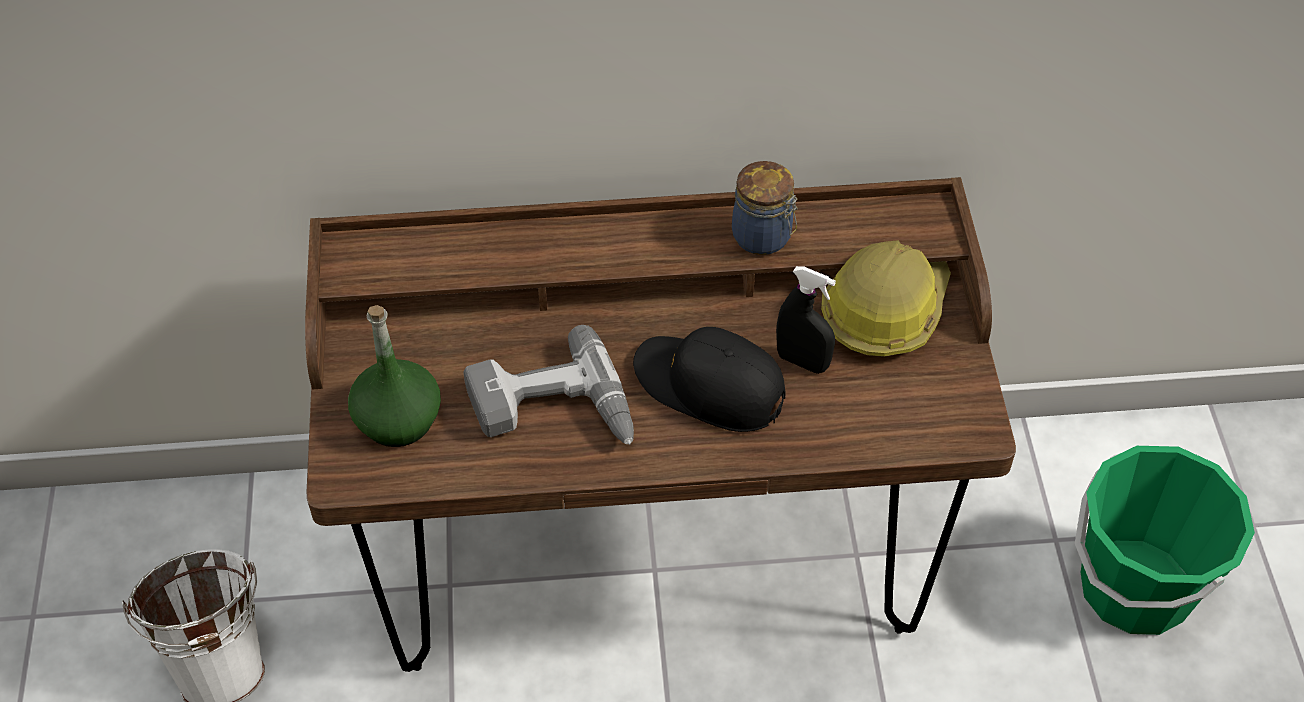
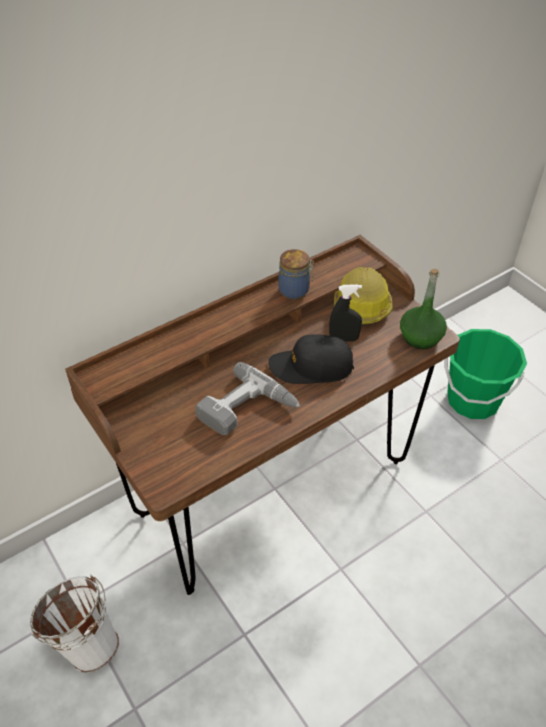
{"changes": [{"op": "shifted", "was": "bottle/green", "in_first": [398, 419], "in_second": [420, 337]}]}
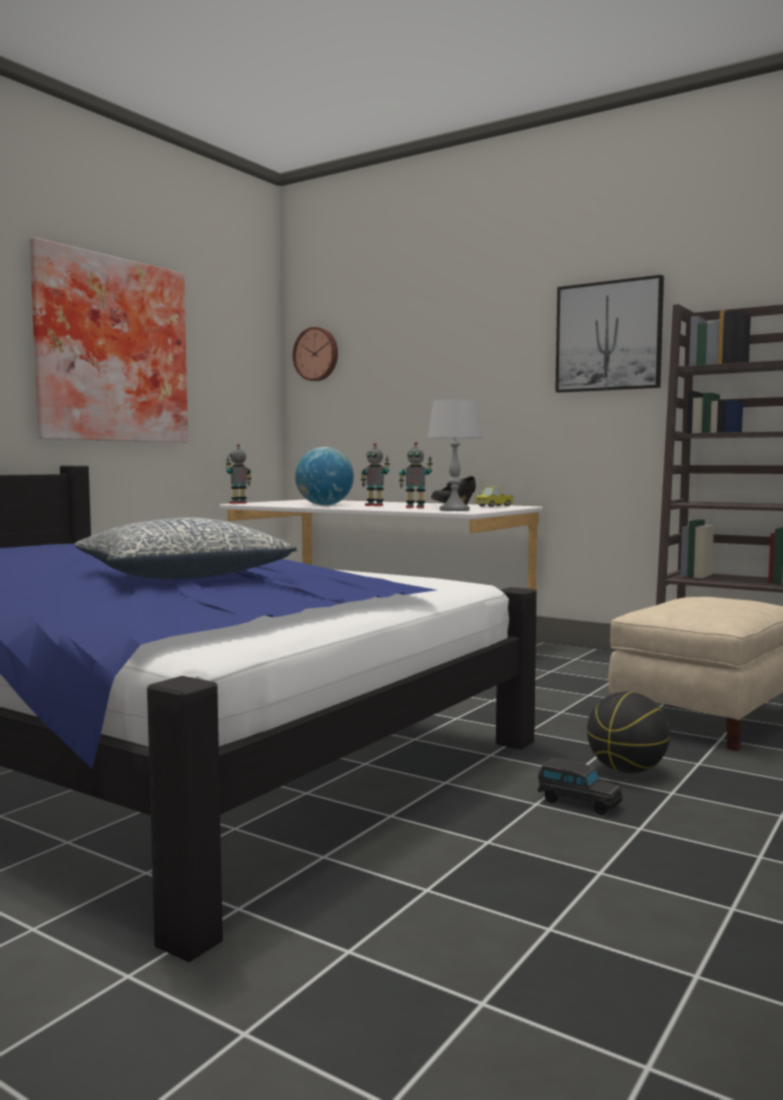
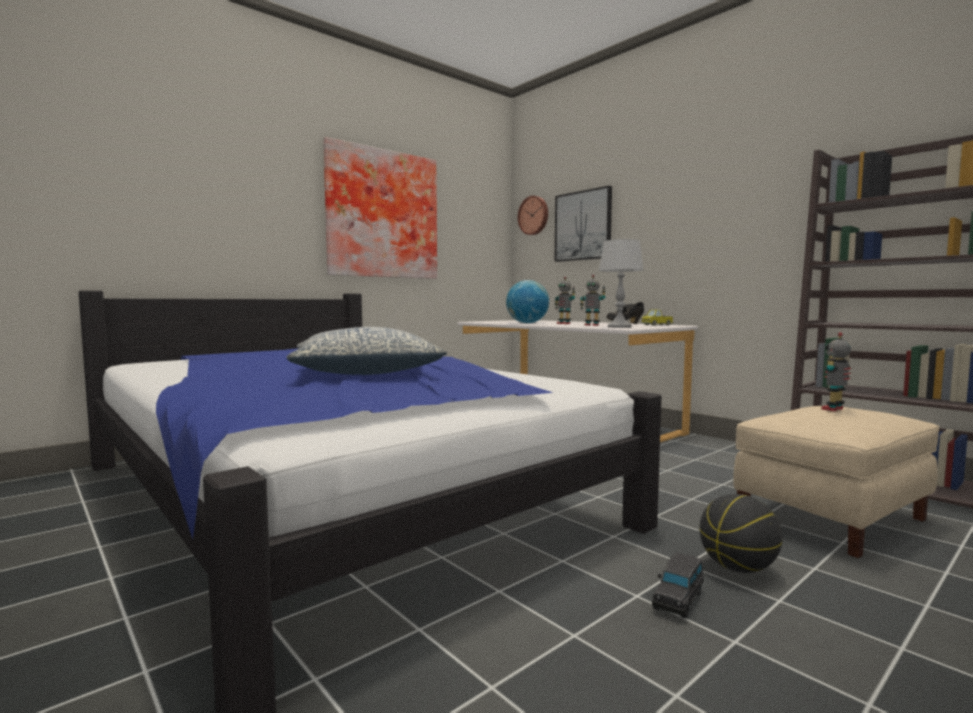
{"changes": [{"op": "shifted", "was": "toy robot", "in_first": [238, 503], "in_second": [834, 409]}, {"op": "rotated", "was": "toy car/black", "in_first": [578, 802], "in_second": [678, 599], "clockwise": 75}, {"op": "shifted", "was": "picture", "in_first": [609, 336], "in_second": [583, 226]}]}
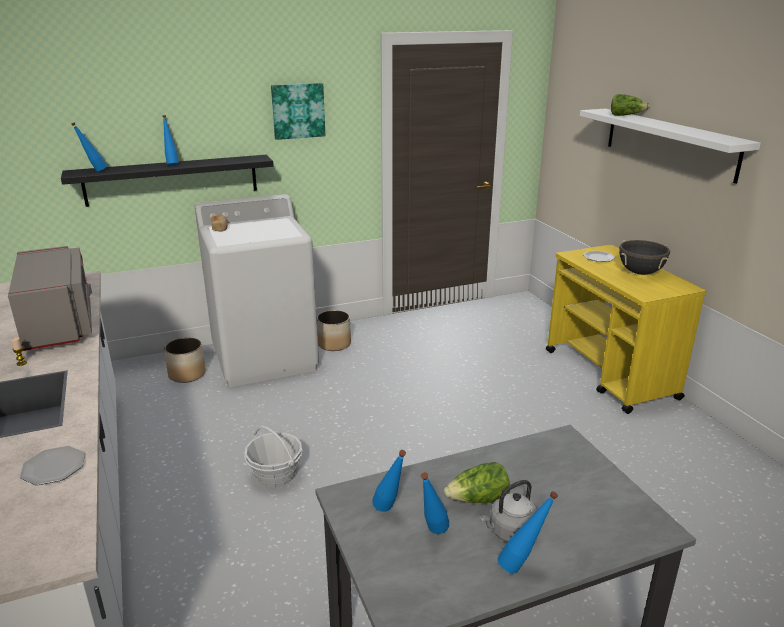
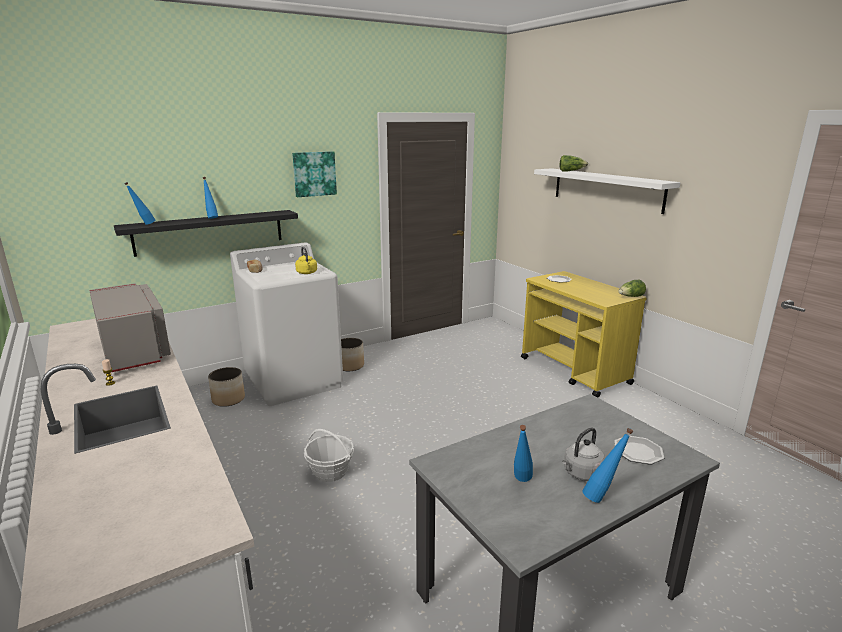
{"changes": [{"op": "shifted", "was": "plate", "in_first": [53, 467], "in_second": [637, 451]}, {"op": "gone", "was": "bottle/blue", "in_first": [390, 512]}, {"op": "shifted", "was": "lettuce", "in_first": [478, 500], "in_second": [630, 297]}, {"op": "gone", "was": "cooking pot/black", "in_first": [640, 273]}, {"op": "new", "now": "kettle/yellow", "in_second": [307, 273]}]}
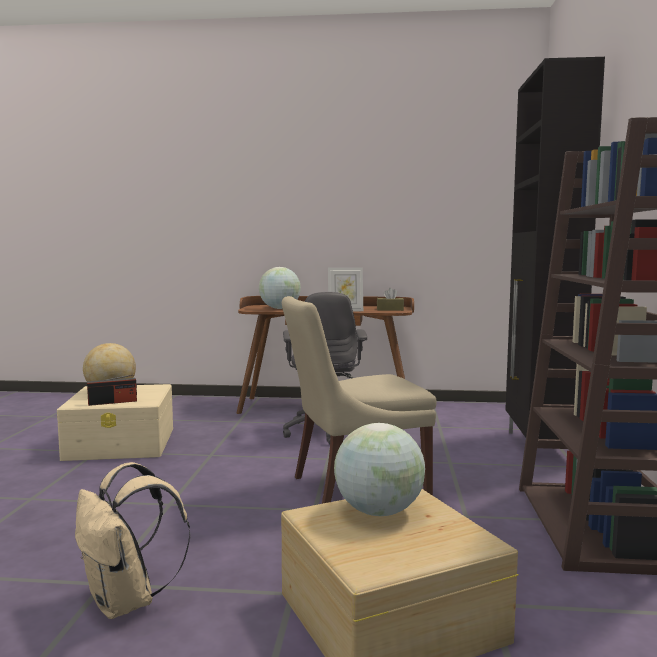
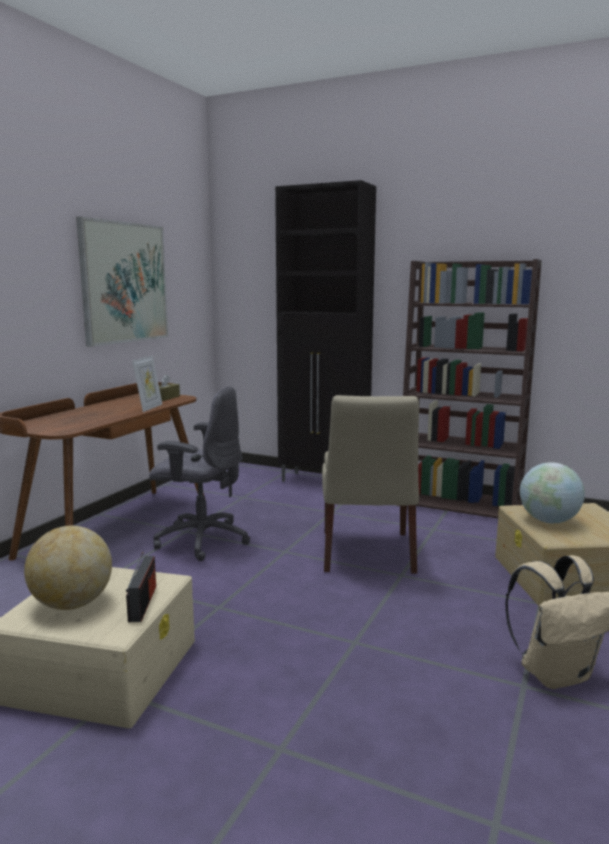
{"changes": [{"op": "gone", "was": "globe", "in_first": [279, 308]}, {"op": "new", "now": "picture", "in_second": [124, 283]}]}
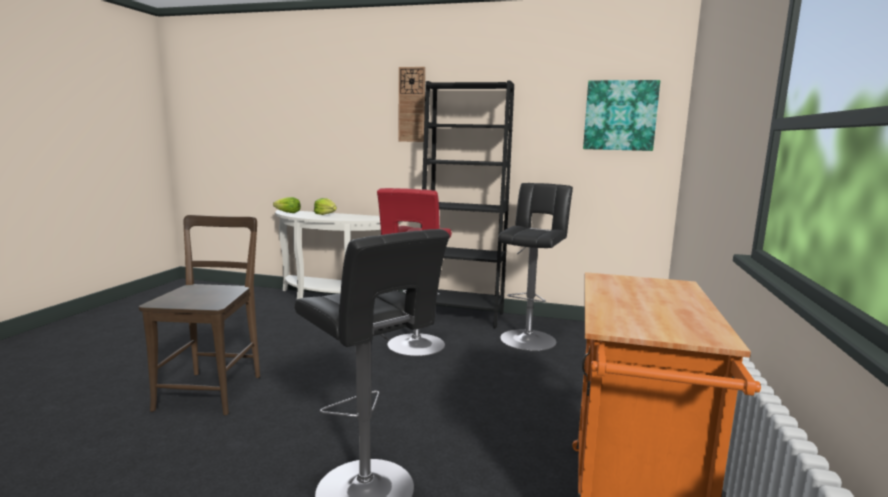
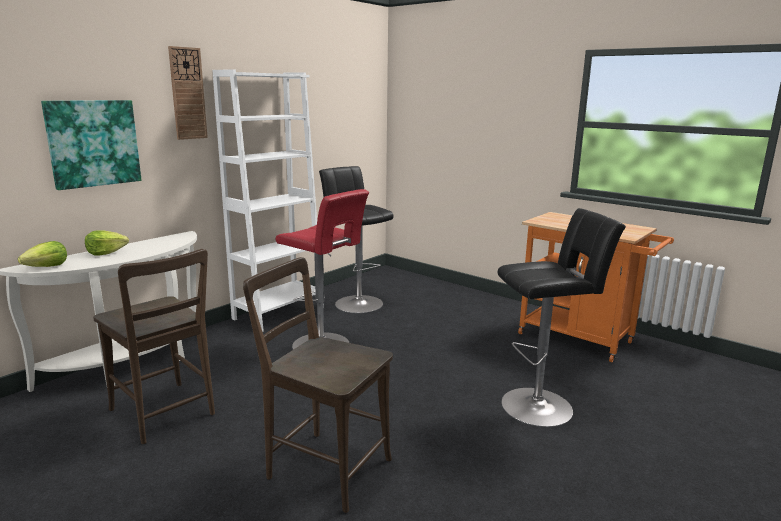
{"changes": [{"op": "repainted", "was": "bookcase/black", "now": "bookcase/white", "in_first": [461, 316], "in_second": [278, 313]}, {"op": "shifted", "was": "picture", "in_first": [620, 115], "in_second": [93, 143]}, {"op": "new", "now": "chair/brown", "in_second": [165, 414]}]}
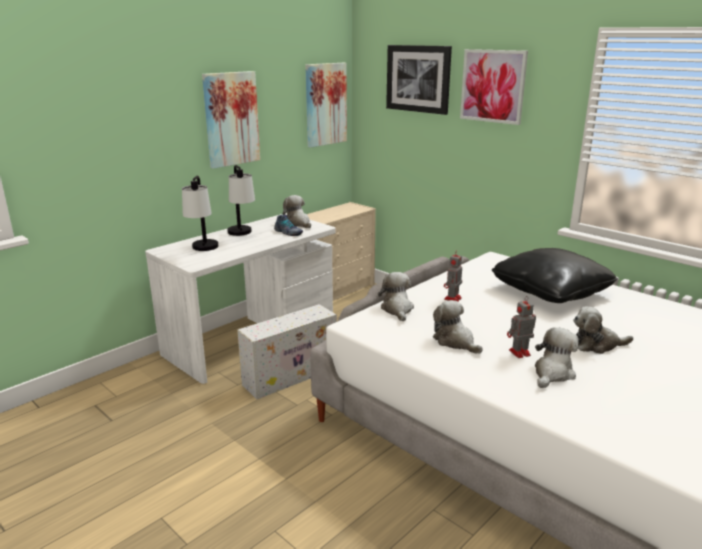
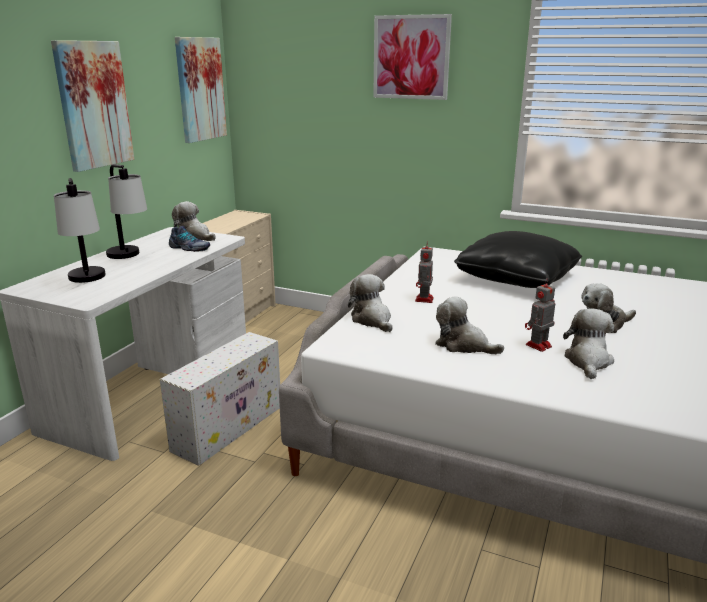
{"changes": [{"op": "gone", "was": "picture", "in_first": [418, 79]}]}
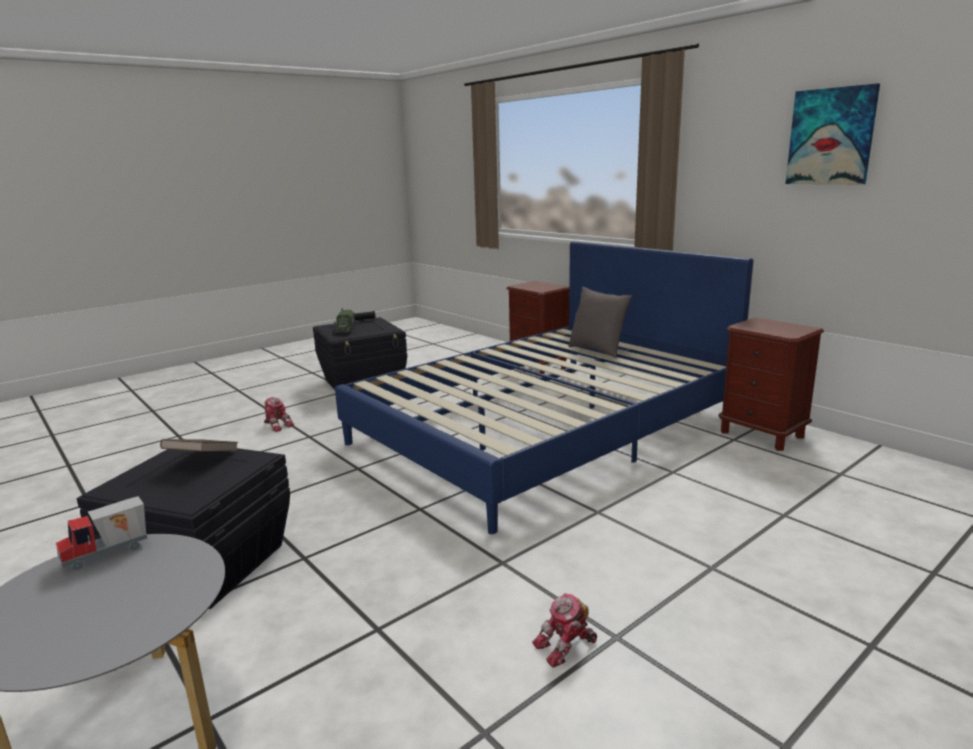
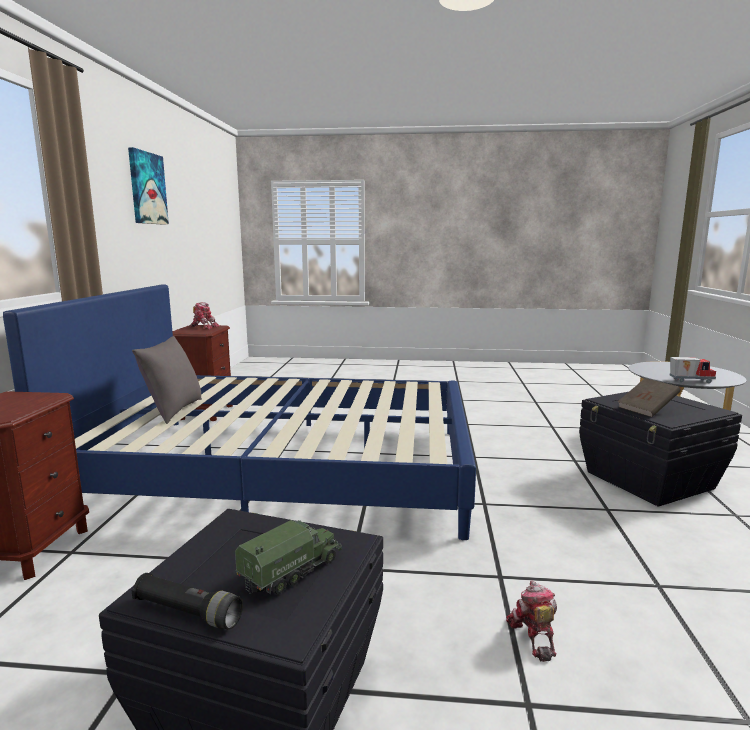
{"changes": [{"op": "shifted", "was": "toy robot", "in_first": [566, 646], "in_second": [204, 327]}]}
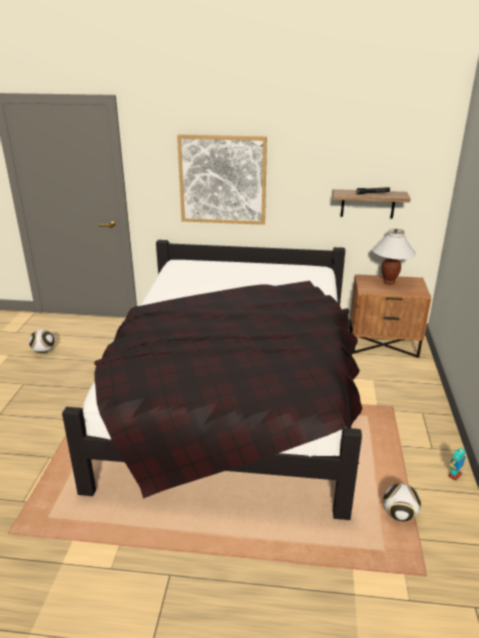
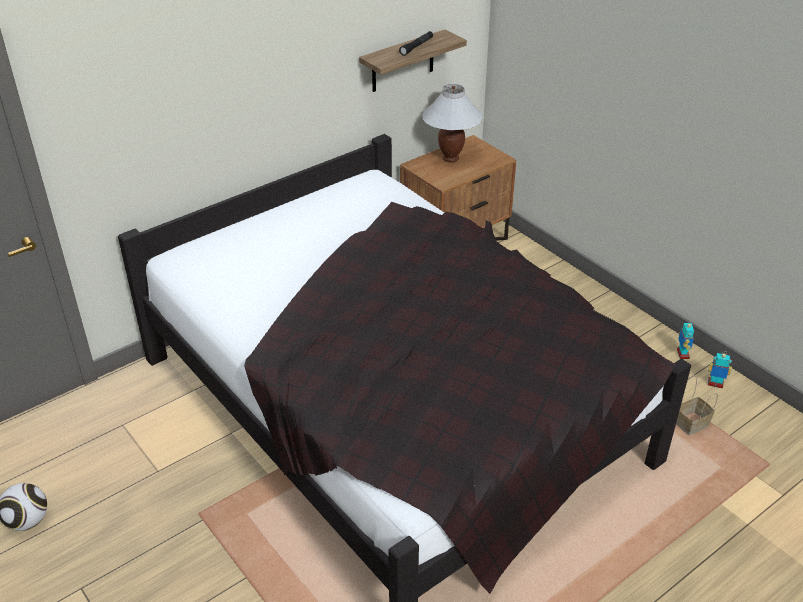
{"changes": [{"op": "gone", "was": "picture", "in_first": [222, 180]}, {"op": "swapped", "was": "football", "now": "basket", "in_first": [399, 515], "in_second": [691, 425]}, {"op": "new", "now": "toy robot", "in_second": [715, 384]}]}
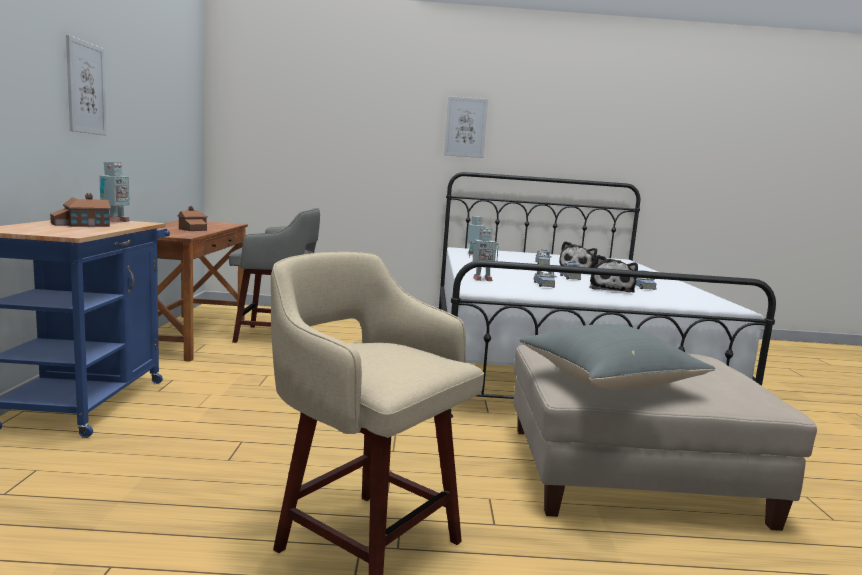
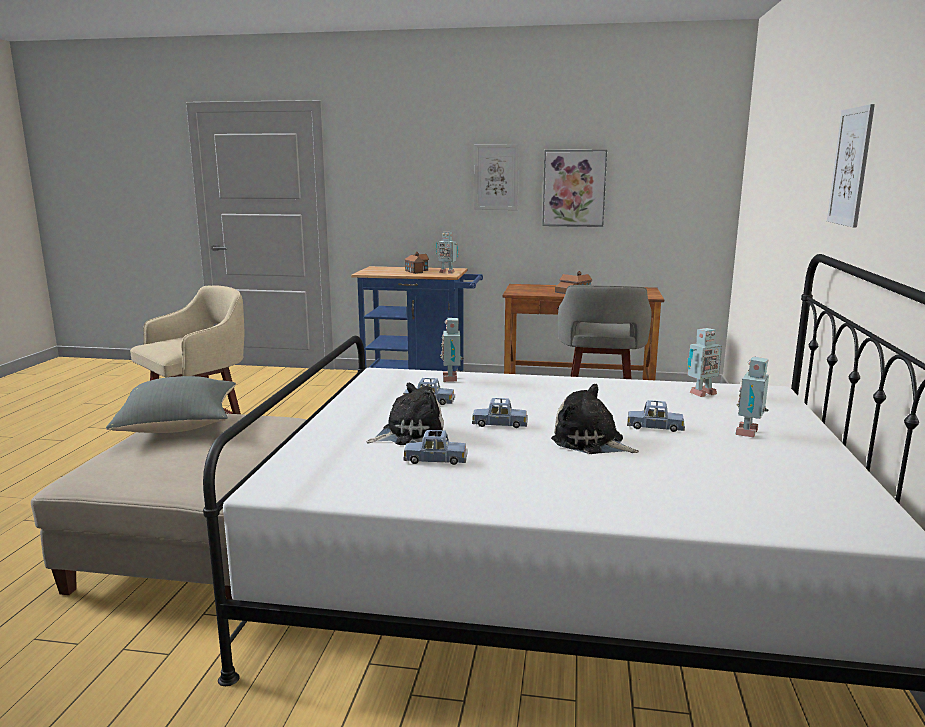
{"changes": [{"op": "rotated", "was": "plush toy", "in_first": [611, 289], "in_second": [410, 434], "clockwise": 135}, {"op": "new", "now": "picture", "in_second": [574, 188]}, {"op": "new", "now": "toy robot", "in_second": [749, 433]}]}
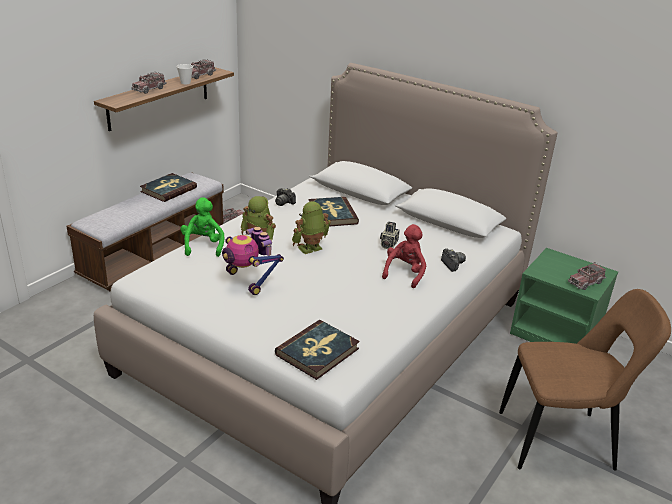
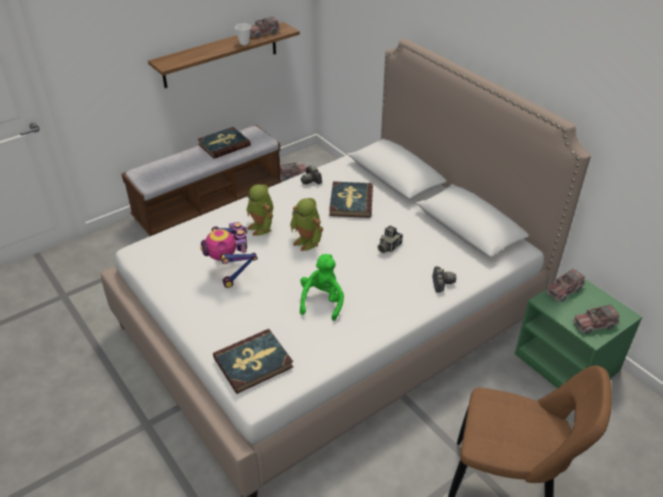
{"changes": [{"op": "shifted", "was": "toy truck", "in_first": [149, 89], "in_second": [564, 291]}, {"op": "shifted", "was": "plush toy/green", "in_first": [203, 246], "in_second": [322, 301]}, {"op": "rotated", "was": "toy robot", "in_first": [310, 249], "in_second": [307, 242], "clockwise": -120}, {"op": "gone", "was": "plush toy/red", "in_first": [405, 273]}]}
